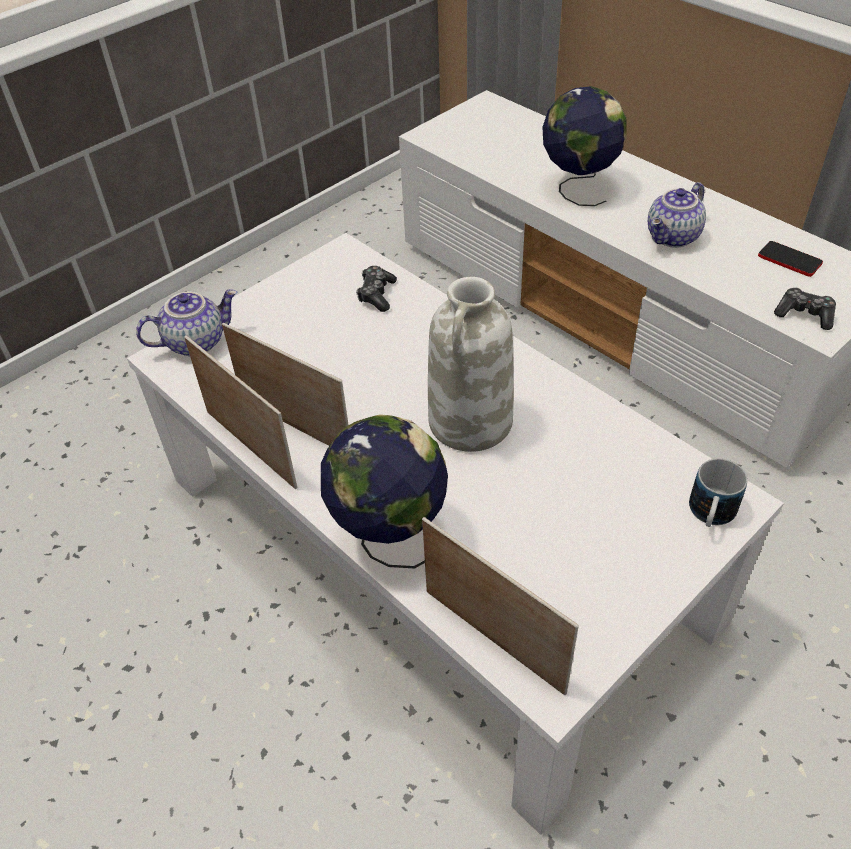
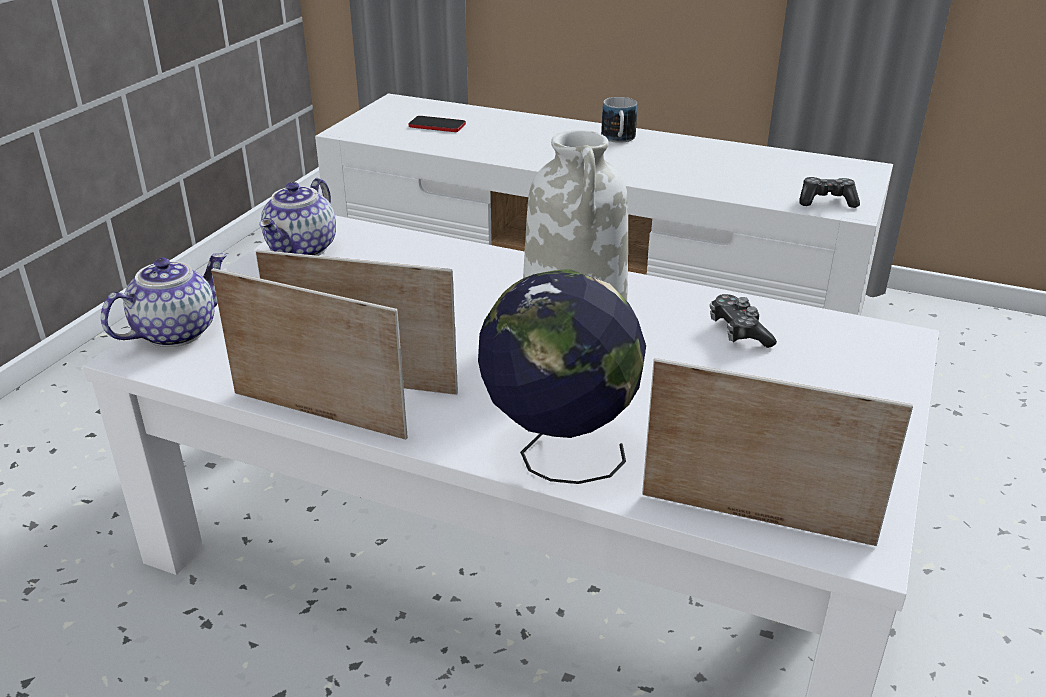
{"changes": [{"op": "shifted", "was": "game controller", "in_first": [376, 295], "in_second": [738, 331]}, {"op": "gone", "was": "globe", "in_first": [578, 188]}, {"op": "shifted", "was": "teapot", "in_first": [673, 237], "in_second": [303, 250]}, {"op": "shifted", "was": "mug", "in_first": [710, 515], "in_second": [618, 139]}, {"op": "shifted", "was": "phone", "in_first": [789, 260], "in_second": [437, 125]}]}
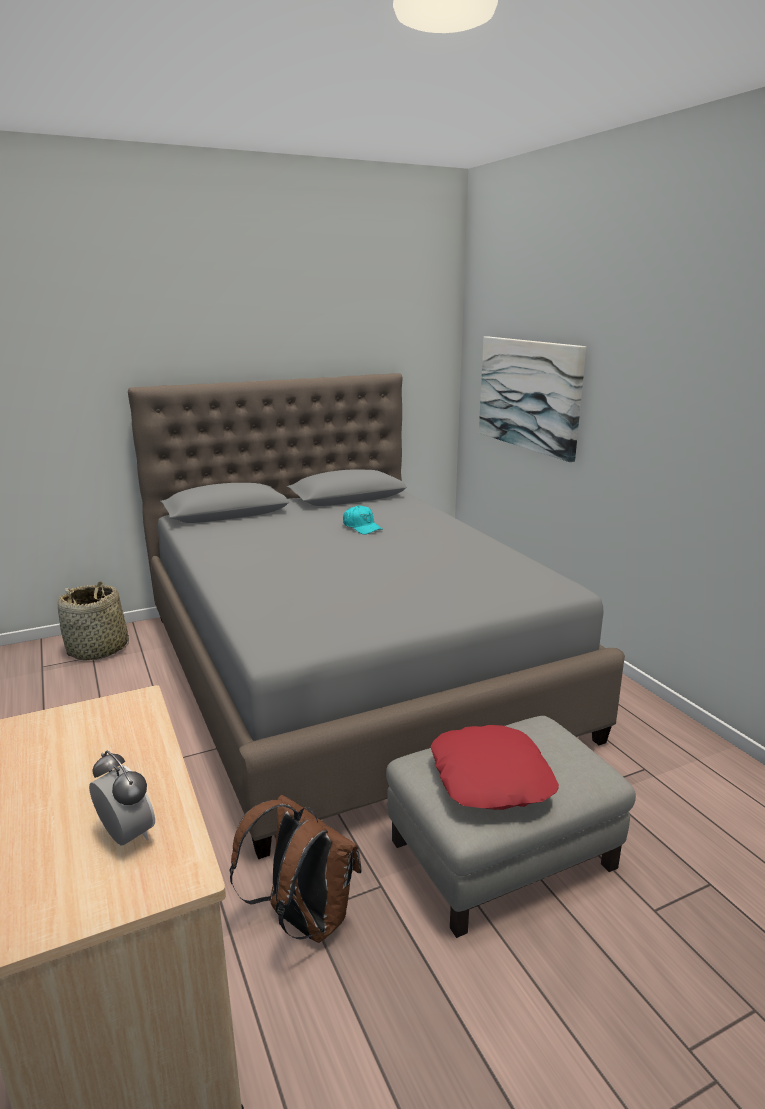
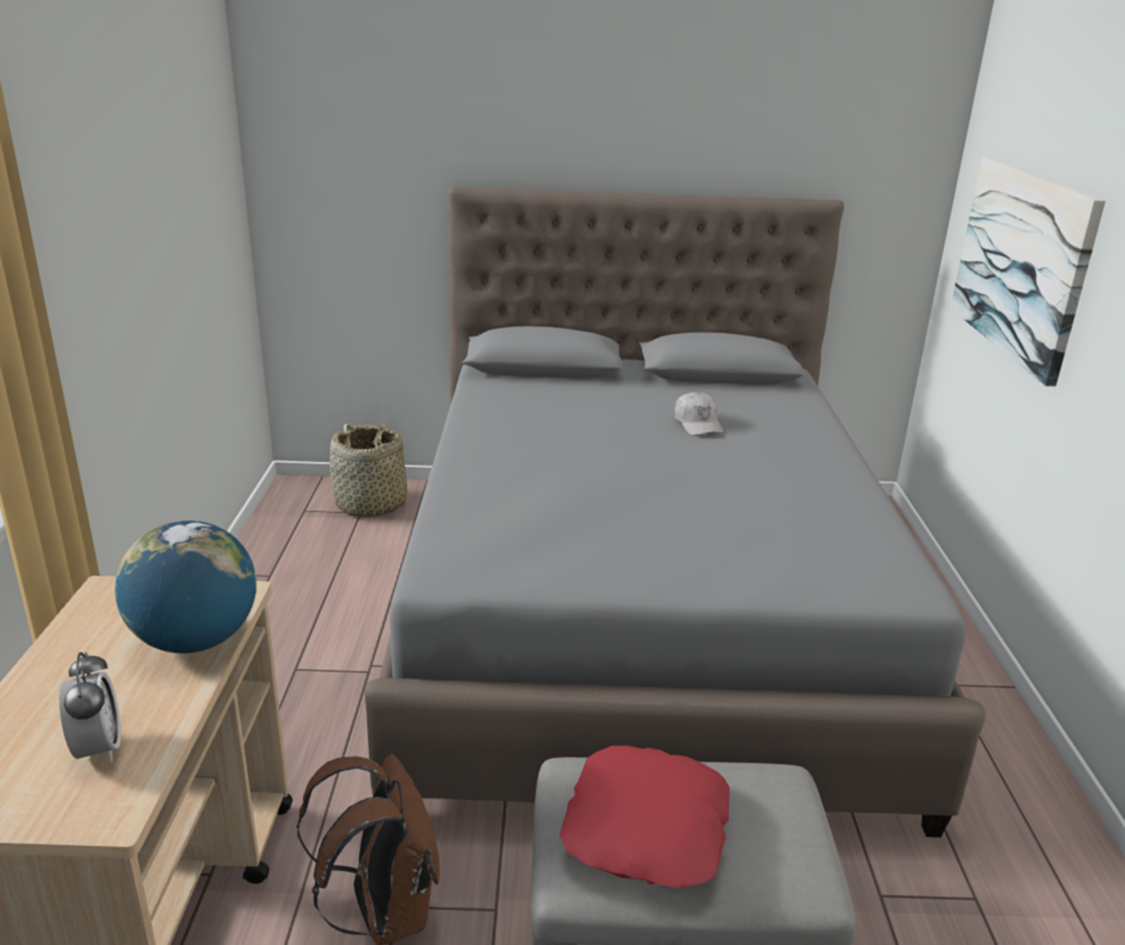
{"changes": [{"op": "repainted", "was": "cap/turquoise", "now": "cap/white", "in_first": [362, 527], "in_second": [697, 424]}, {"op": "new", "now": "globe", "in_second": [195, 641]}]}
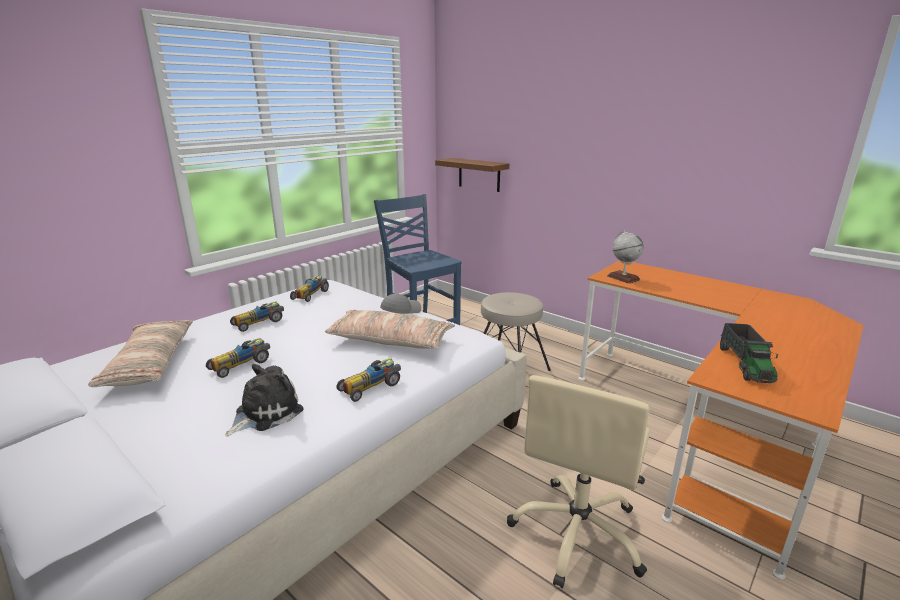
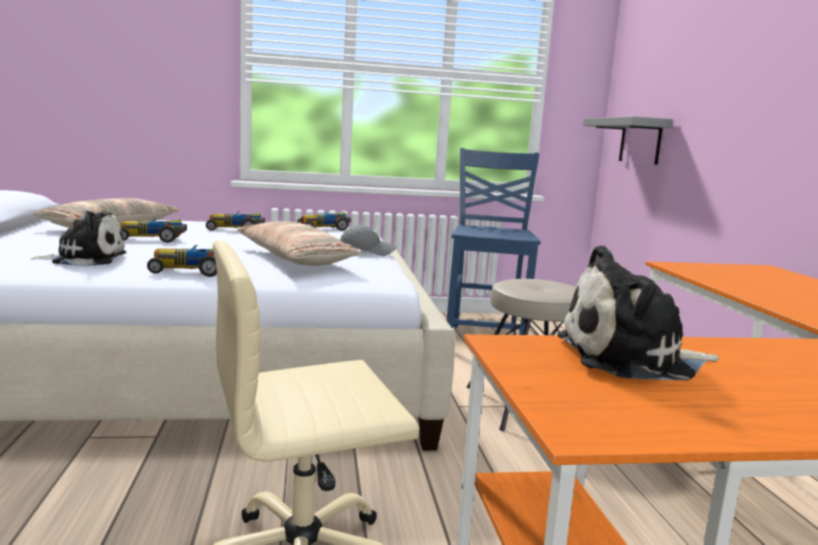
{"changes": [{"op": "repainted", "was": "shelf/brown", "now": "shelf/grey", "in_first": [479, 174], "in_second": [640, 141]}, {"op": "gone", "was": "globe", "in_first": [623, 278]}, {"op": "swapped", "was": "toy truck", "now": "plush toy", "in_first": [745, 364], "in_second": [631, 359]}]}
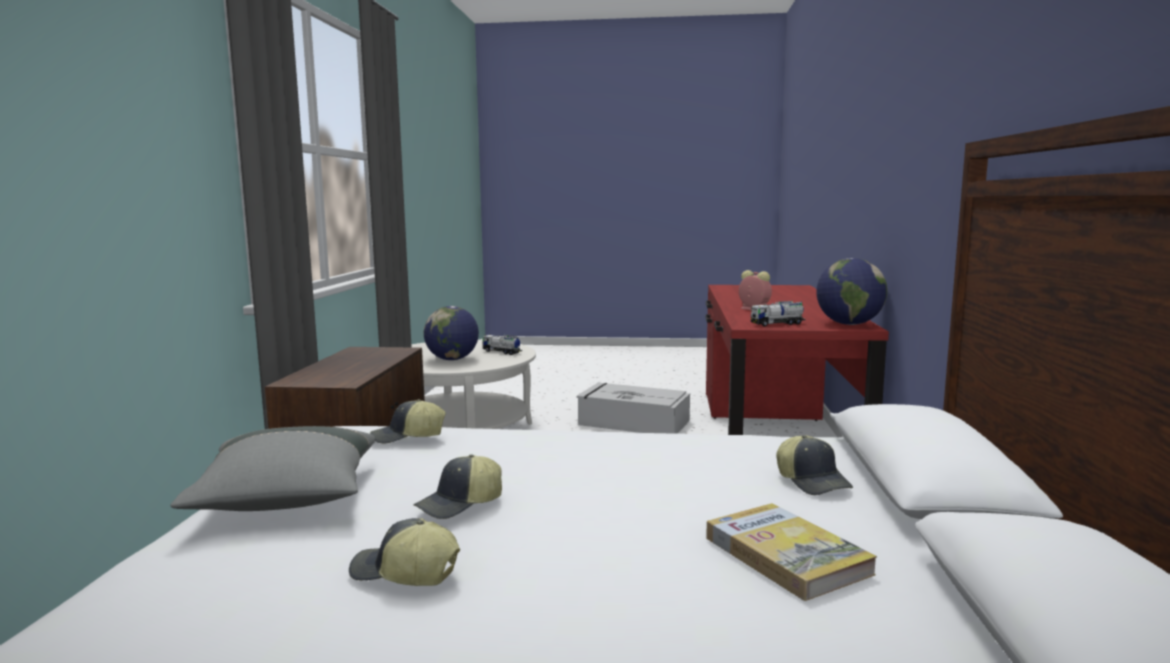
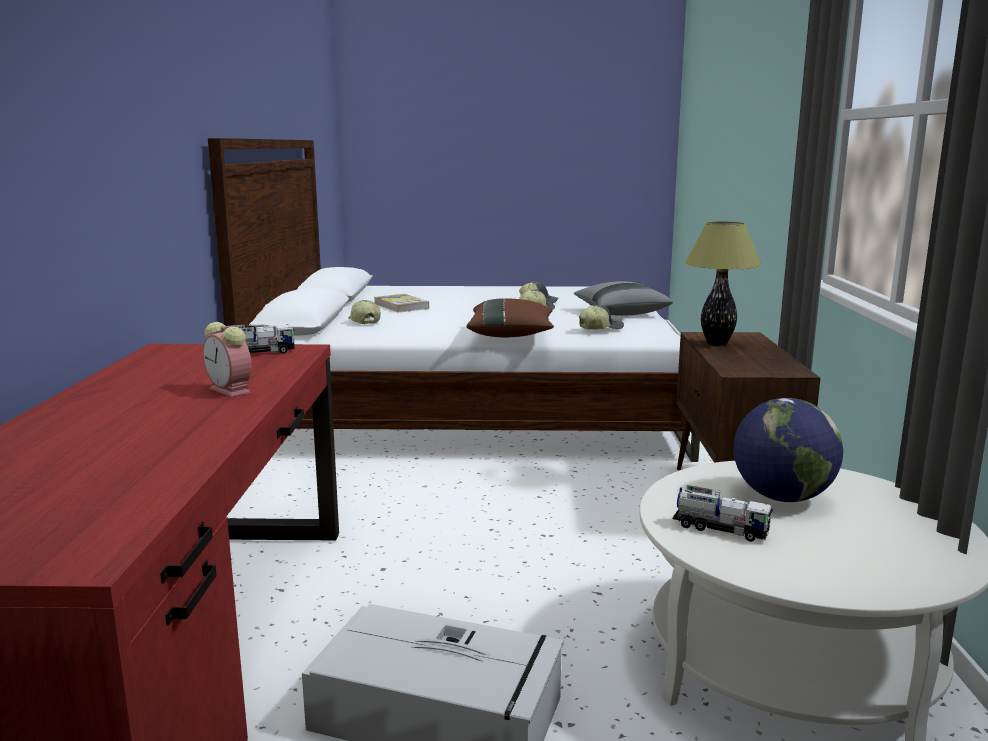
{"changes": [{"op": "gone", "was": "globe", "in_first": [849, 324]}, {"op": "new", "now": "pillow/brown", "in_second": [511, 335]}, {"op": "new", "now": "table lamp", "in_second": [716, 343]}]}
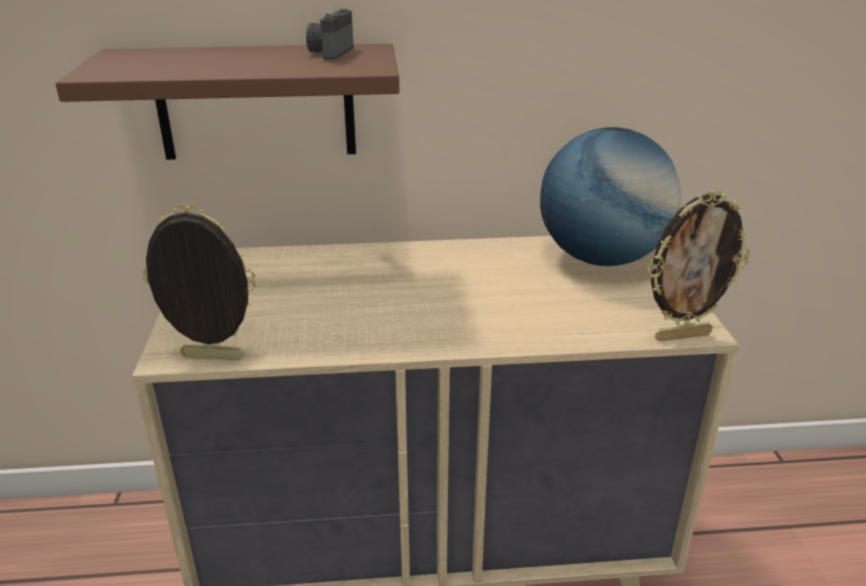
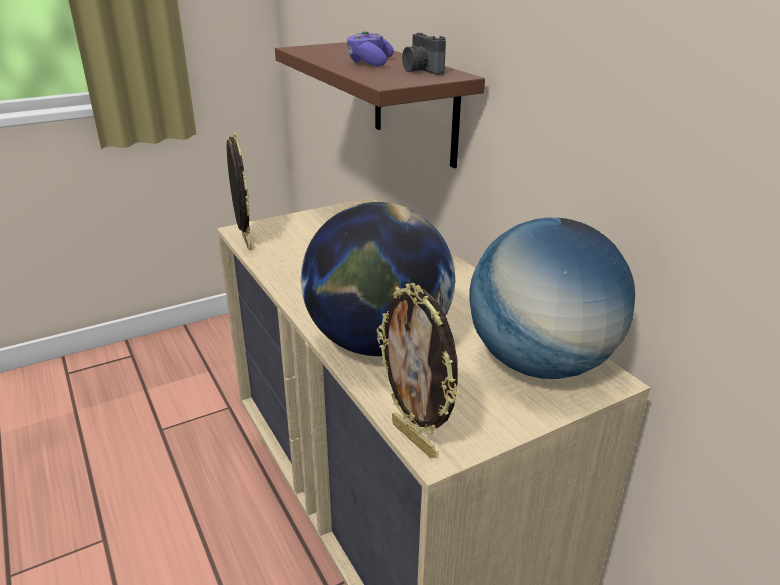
{"changes": [{"op": "rotated", "was": "photo camera", "in_first": [330, 52], "in_second": [421, 70], "clockwise": -105}, {"op": "new", "now": "globe", "in_second": [377, 343]}, {"op": "new", "now": "game controller/purple", "in_second": [369, 62]}]}
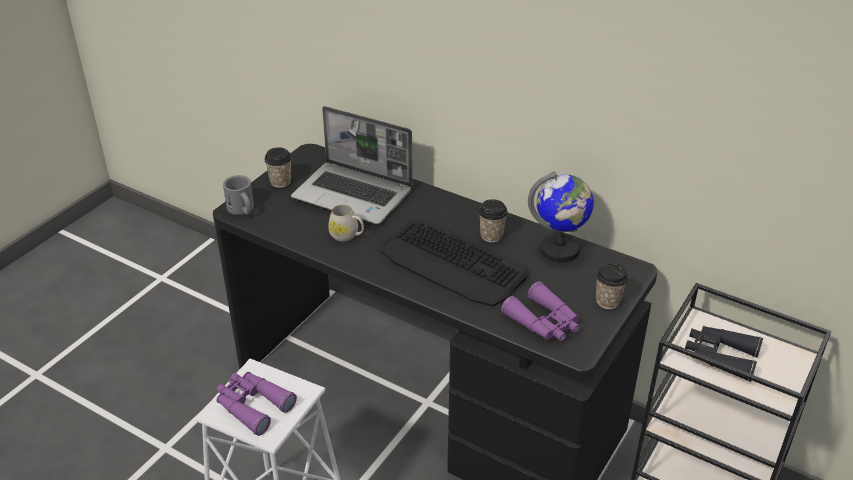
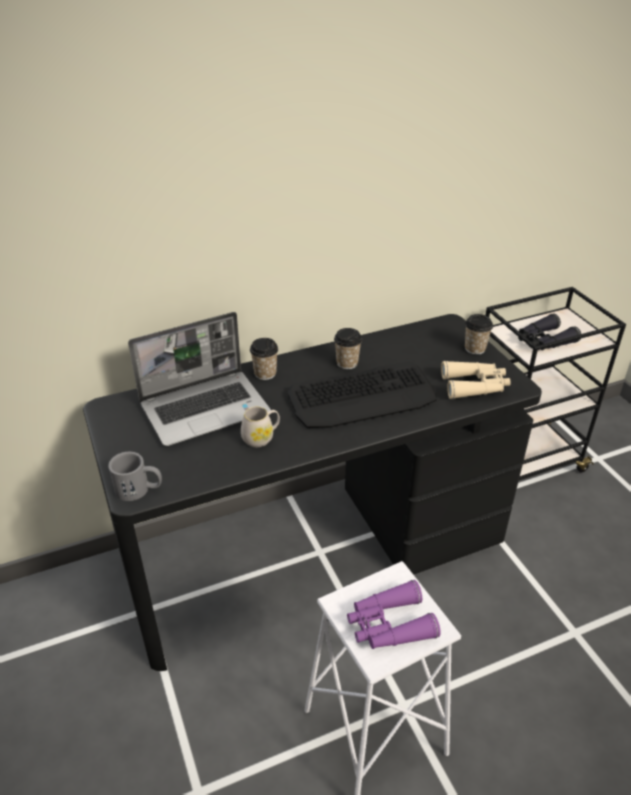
{"changes": [{"op": "shifted", "was": "cup", "in_first": [280, 182], "in_second": [265, 373]}, {"op": "repainted", "was": "binoculars/purple", "now": "binoculars/beige", "in_first": [544, 322], "in_second": [475, 386]}, {"op": "gone", "was": "globe", "in_first": [559, 250]}]}
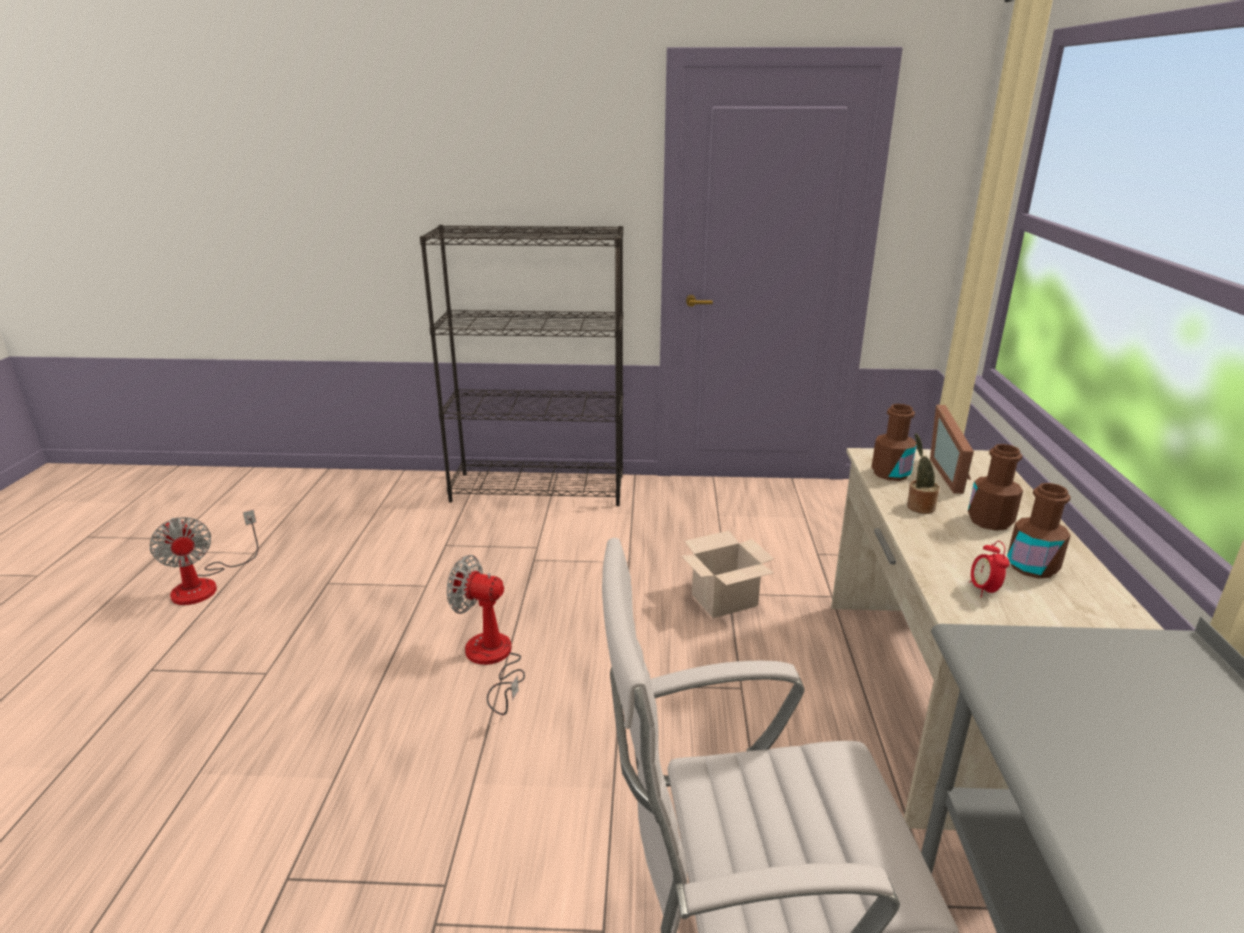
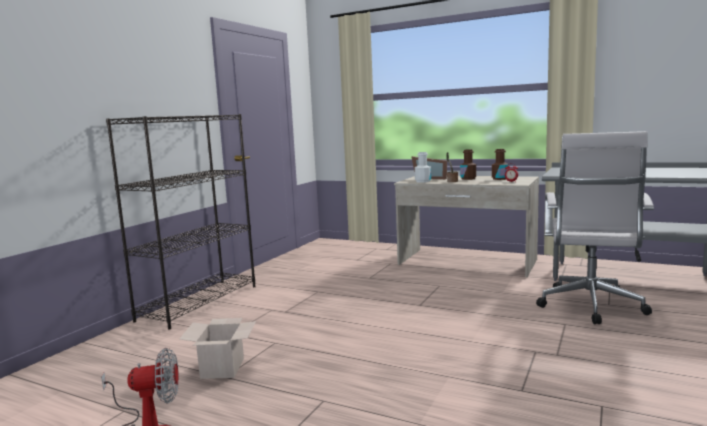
{"changes": [{"op": "gone", "was": "fan", "in_first": [492, 660]}, {"op": "shifted", "was": "cardboard box", "in_first": [723, 601], "in_second": [223, 368]}, {"op": "repainted", "was": "bottle/brown", "now": "bottle/white", "in_first": [890, 473], "in_second": [423, 181]}]}
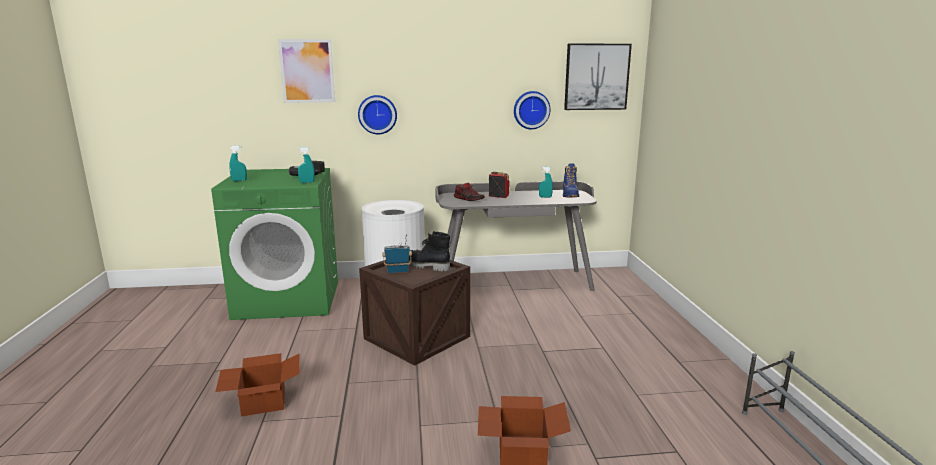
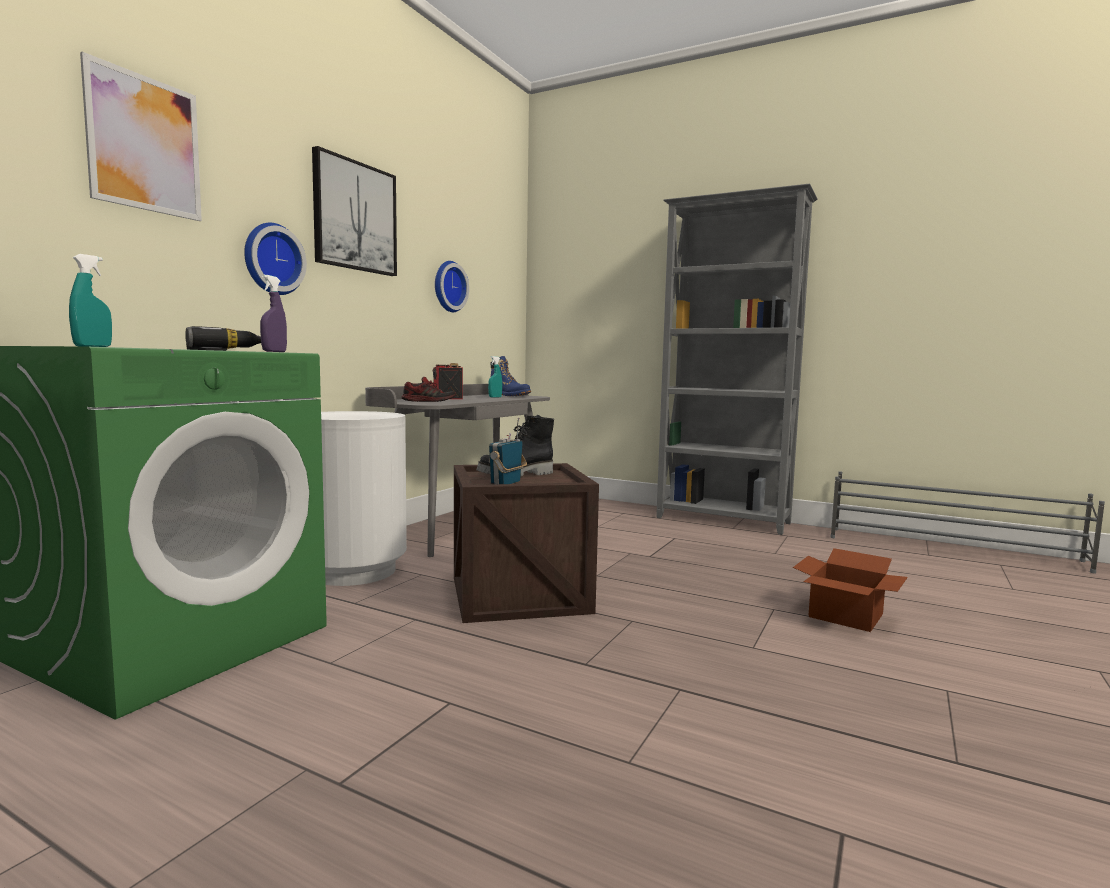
{"changes": [{"op": "gone", "was": "cardboard box", "in_first": [262, 401]}, {"op": "repainted", "was": "spray bottle/turquoise", "now": "spray bottle/purple", "in_first": [307, 182], "in_second": [274, 351]}, {"op": "shifted", "was": "picture", "in_first": [596, 77], "in_second": [354, 216]}, {"op": "new", "now": "bookcase/grey", "in_second": [723, 521]}]}
